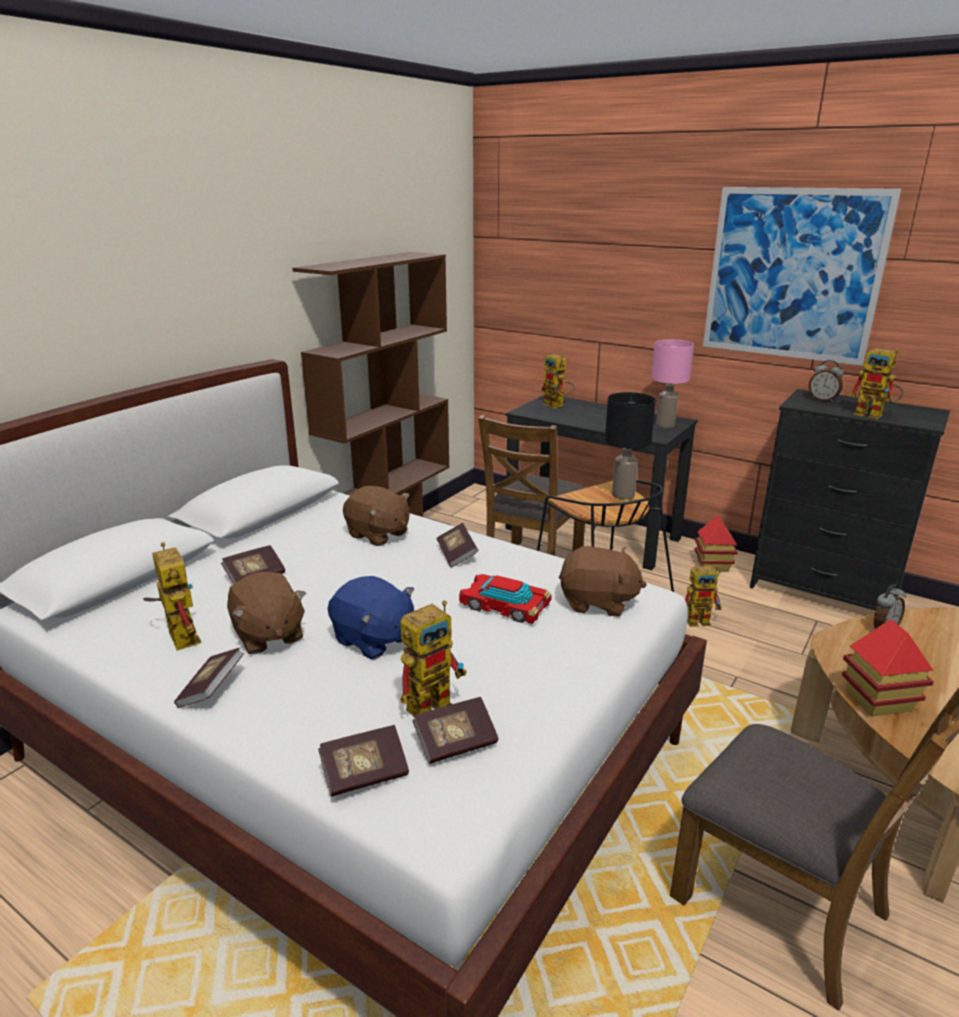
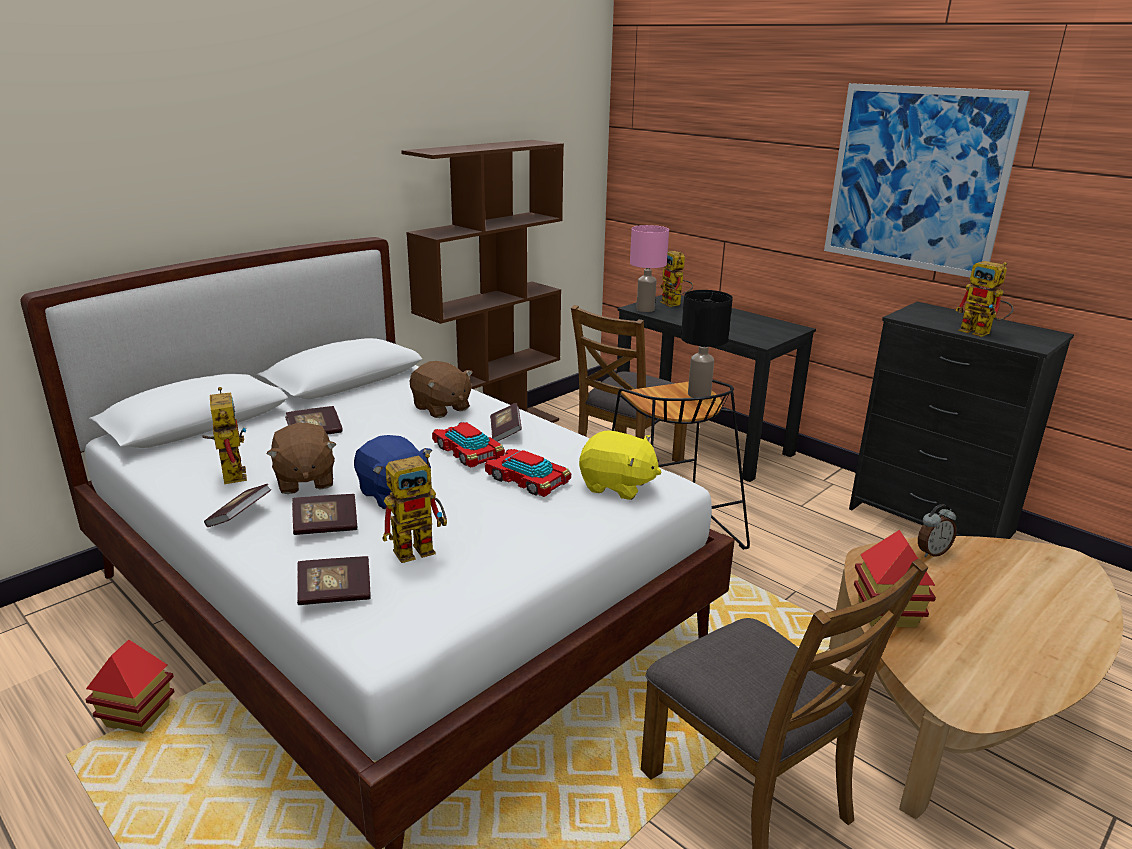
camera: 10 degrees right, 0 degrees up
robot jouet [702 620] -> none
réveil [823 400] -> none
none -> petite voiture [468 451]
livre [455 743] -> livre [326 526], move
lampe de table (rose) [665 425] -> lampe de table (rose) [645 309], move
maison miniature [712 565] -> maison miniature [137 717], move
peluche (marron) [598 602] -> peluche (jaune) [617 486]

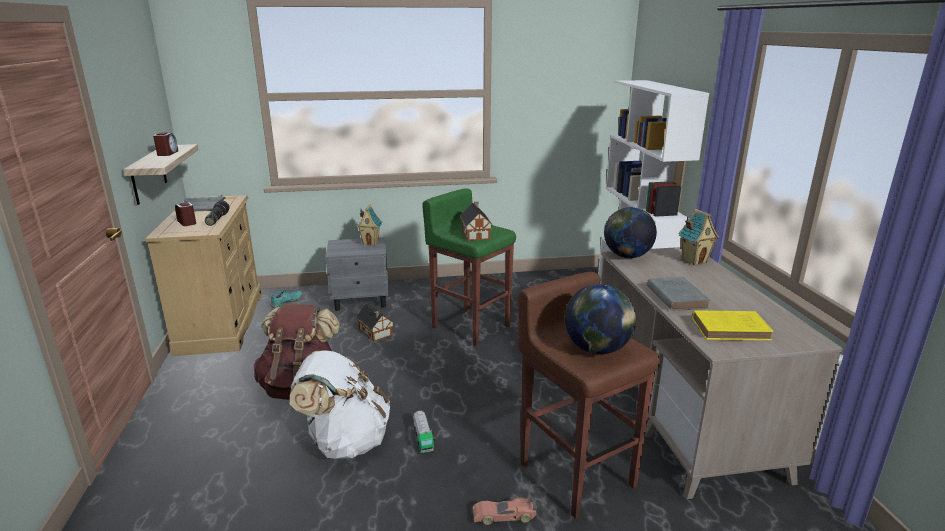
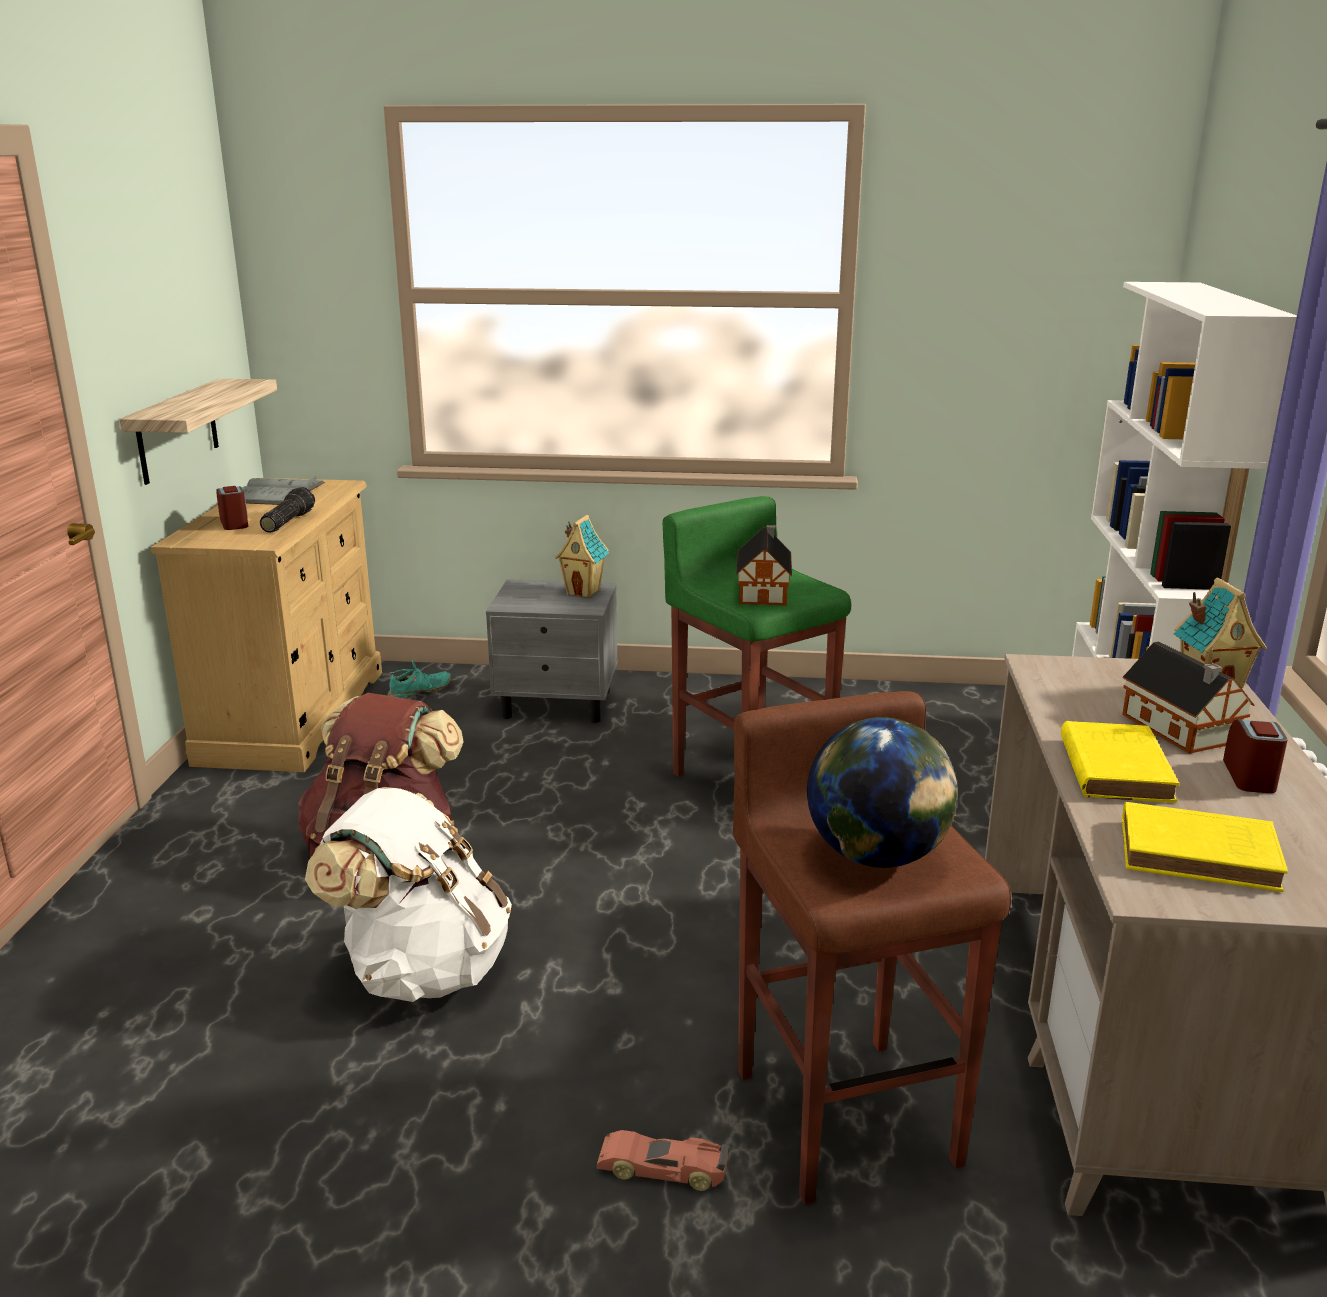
camera: 15 degrees right, 0 degrees up
camion jouet [423 438] -> none
globe [627 256] -> none
réveil [167 153] -> réveil [1250 776], move
maison miniature [375 332] -> maison miniature [1181 730], move
livre (gris) [675 296] -> livre (jaune) [1114 767]

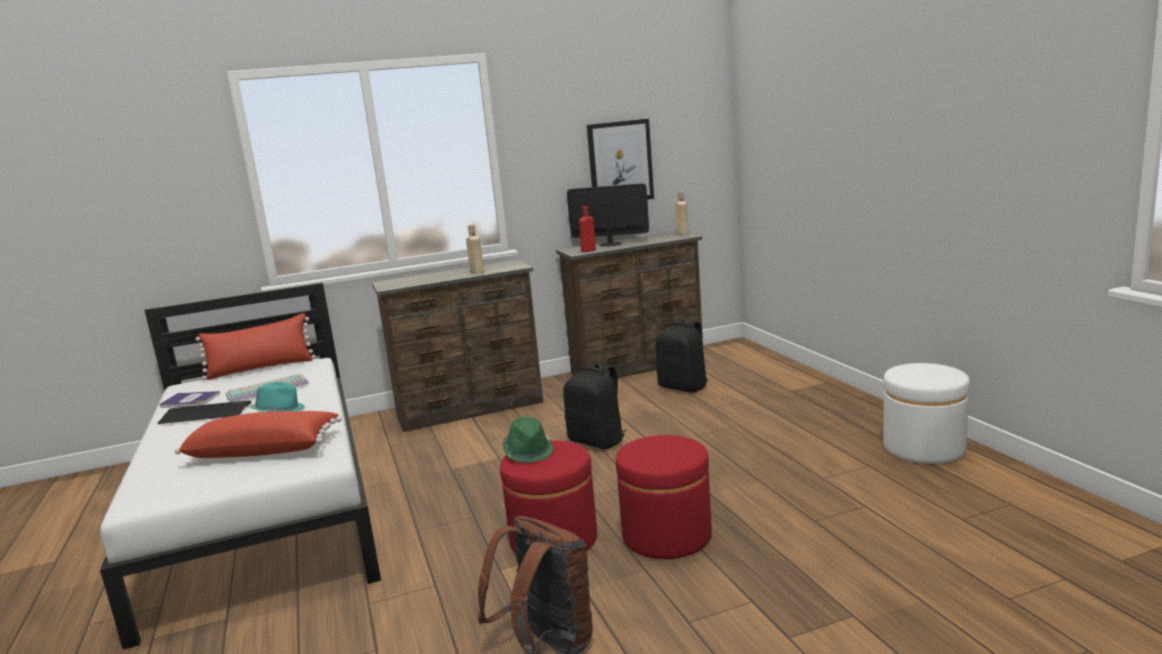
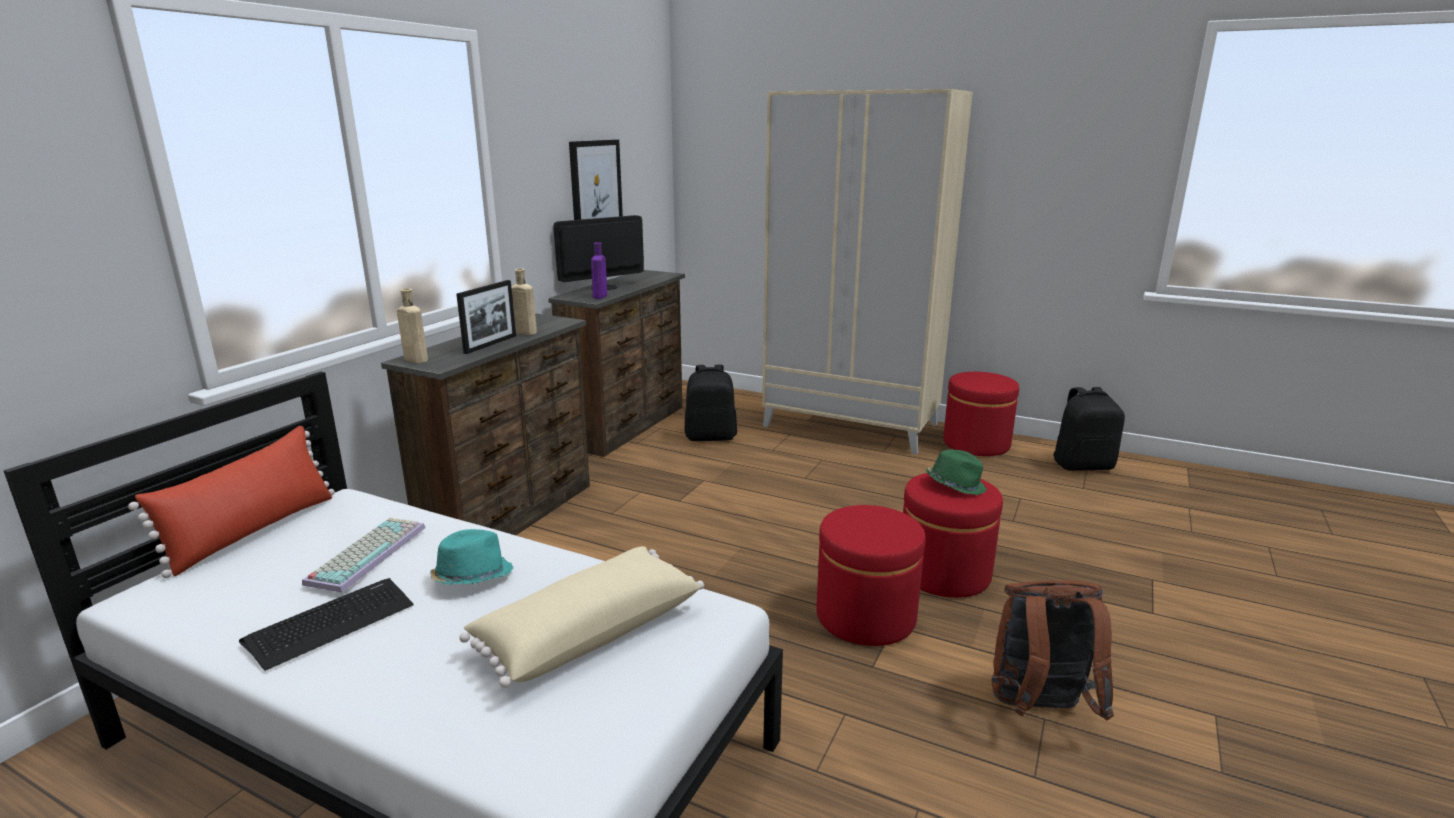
camera: 45 degrees left, 5 degrees up
livre [189 400] -> none
none -> cadre photo [490 344]
none -> armoire (beige) [851 425]
chapeau (vert) [528 452] -> chapeau (vert) [955 485], move
sac à dos (noir) [598 441] -> sac à dos (noir) [1083 465], move
bouteille (beige) [682 233] -> bouteille (beige) [414 360], move
coussin (rouge) [265 450] -> coussin (beige) [588 632]
bouteille (rouge) [587 251] -> bouteille (violet) [599 297]
pouf (blanc) [923 448] -> pouf (rouge) [976 444]

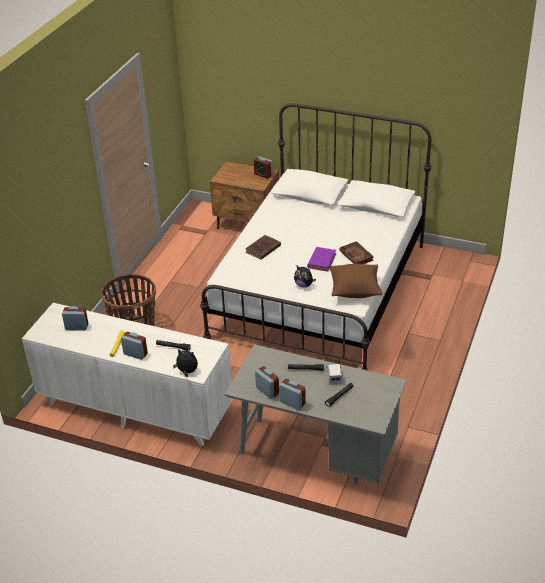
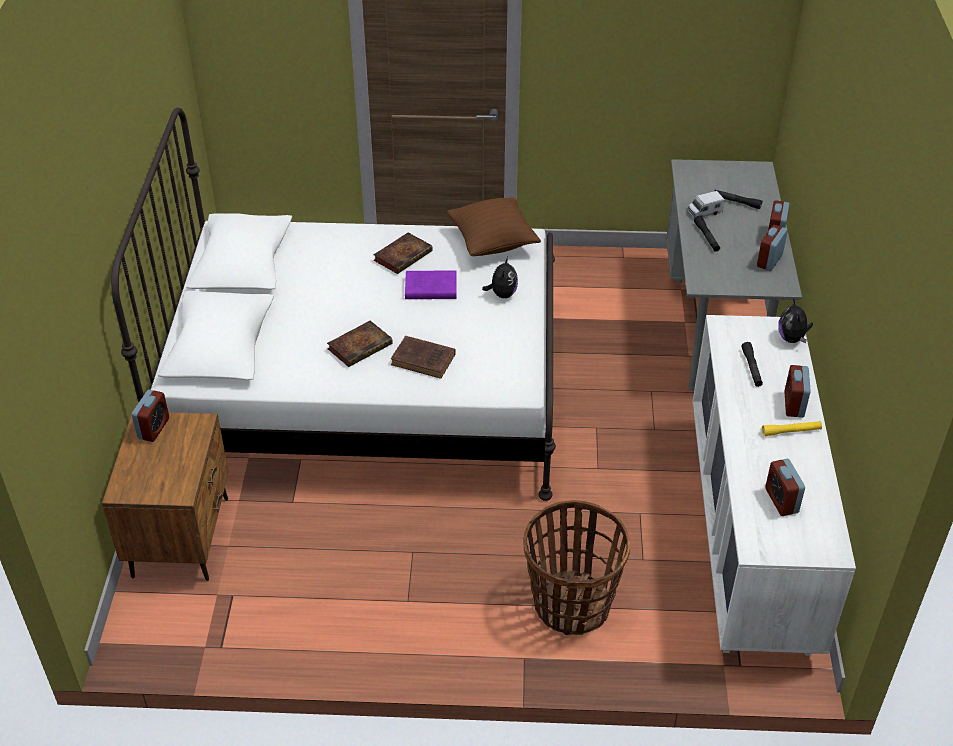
camera: 110 degrees left, 5 degrees up
none -> livre [361 346]

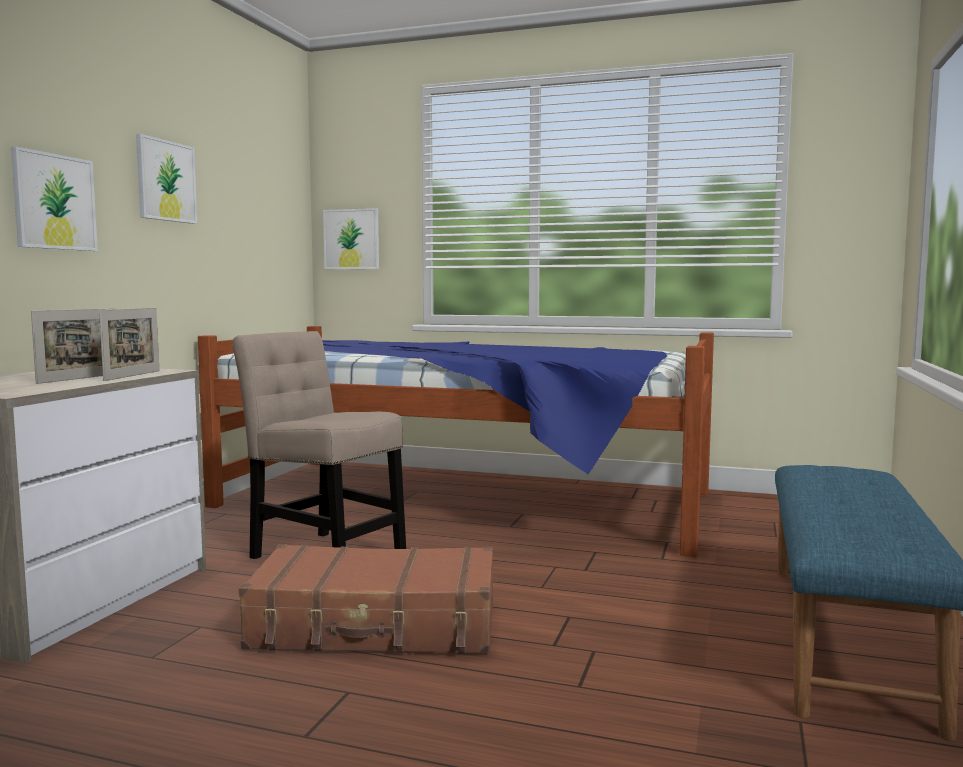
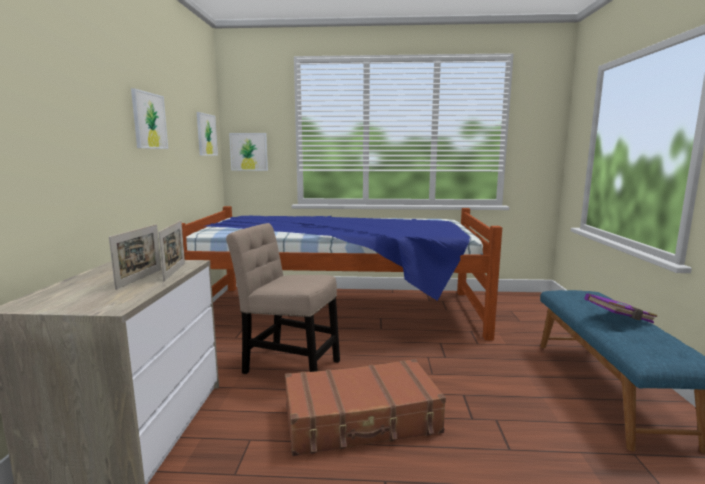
camera: 15 degrees left, 5 degrees up
none -> livre (violet) [619 319]
tableau [54 202] -> tableau [206 135], move

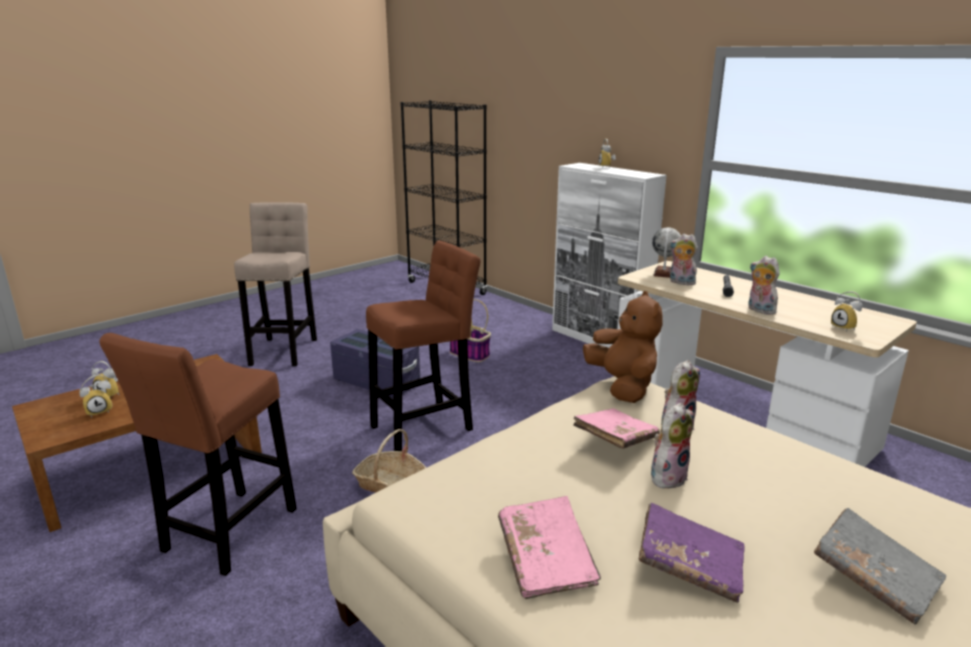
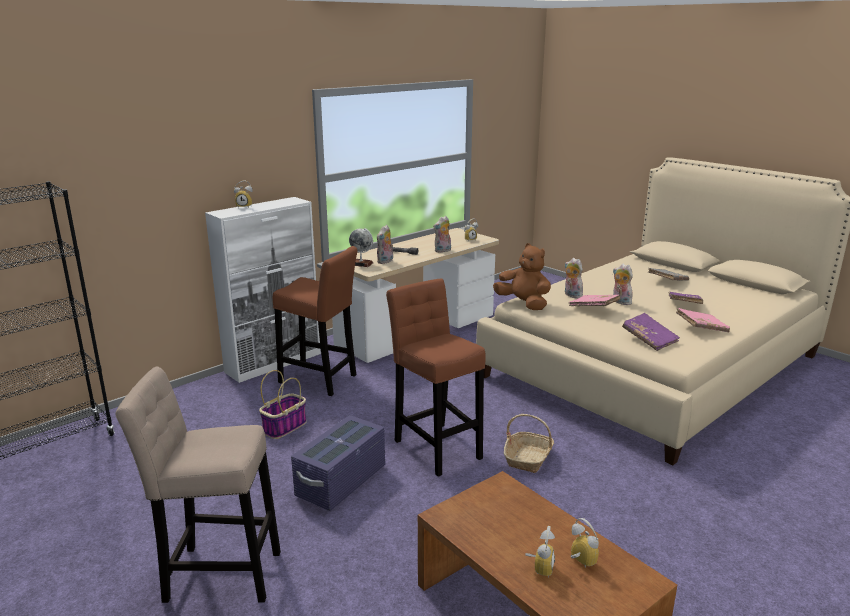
camera: 90 degrees left, 0 degrees up
none -> livre (violet) [649 339]
tabouret (marron) [226 534] -> tabouret (marron) [321 380], move
peluche (marron) [622 386] -> peluche (marron) [523 304], 60 degrees clockwise

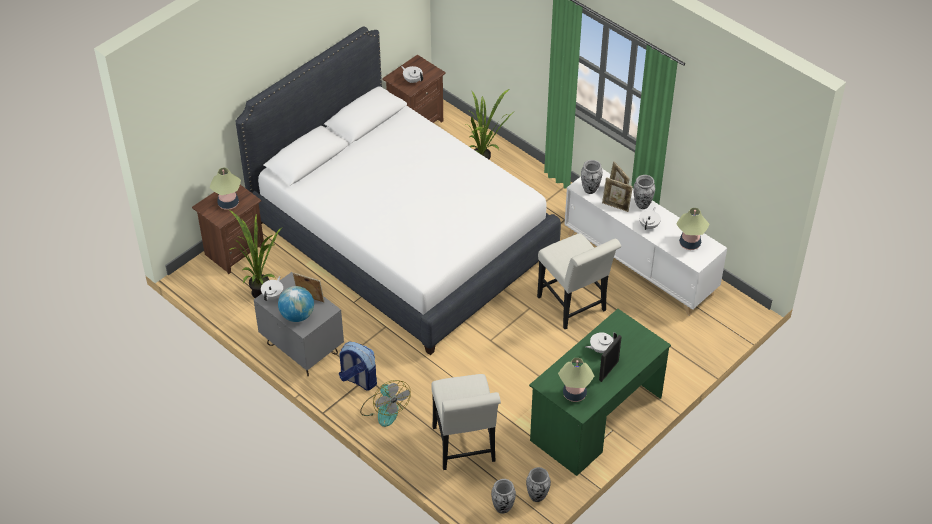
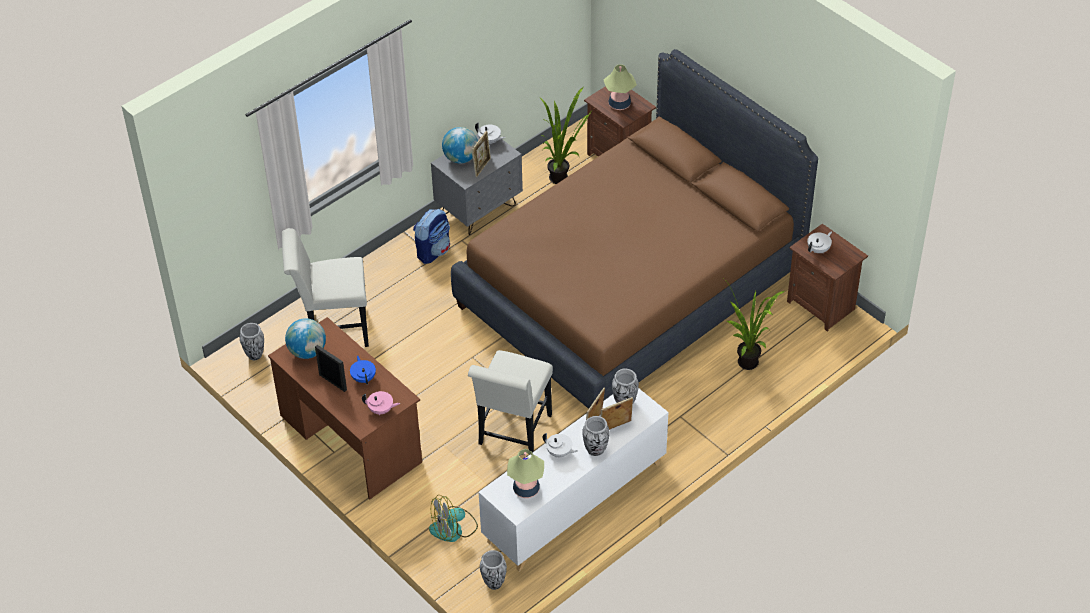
camera: 95 degrees right, 0 degrees up
none -> théière (rose) [381 410]
ventilateur [384 409] -> ventilateur [453 529], move
vase [537 496] -> vase [493 583], move
lampe de table [574 393] -> globe [307 351]
lit (blanc) [402 238] -> lit (marron) [631 289]
bureau (vert) [596 419] -> bureau (marron) [350 438]
théière (blanc) [600 349] -> théière (bleu) [364 378]
chaise (blanc) [574 307] -> chaise (blanc) [513 434], 45 degrees counterclockwise

